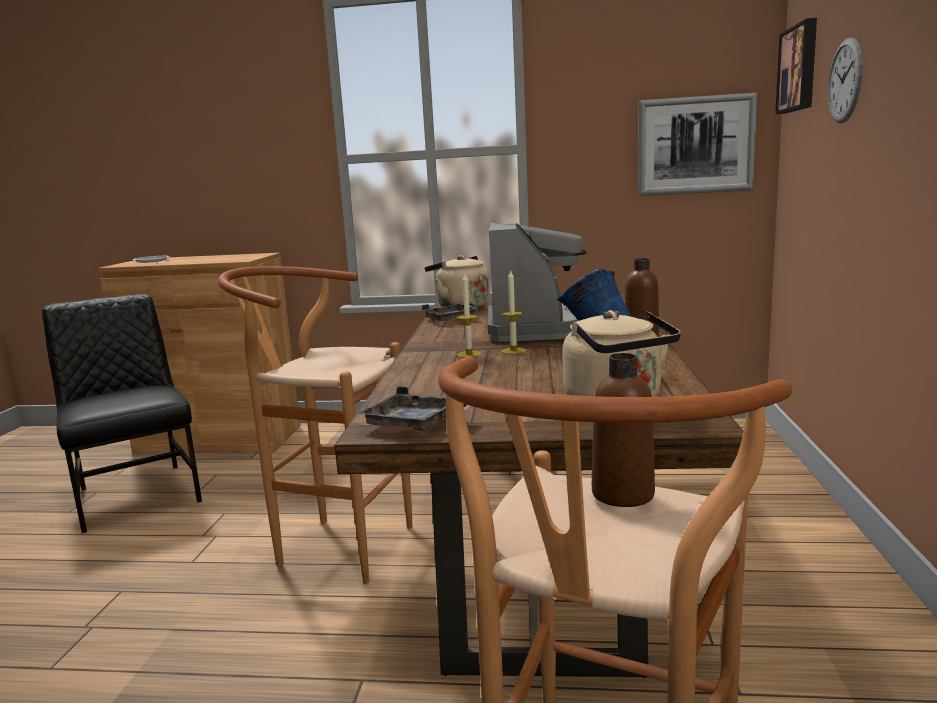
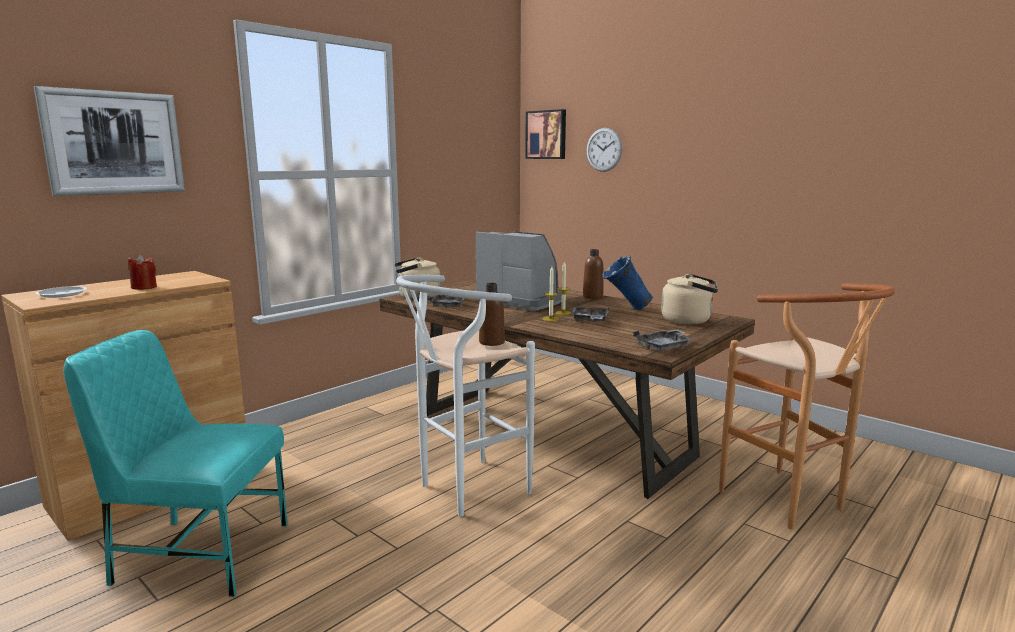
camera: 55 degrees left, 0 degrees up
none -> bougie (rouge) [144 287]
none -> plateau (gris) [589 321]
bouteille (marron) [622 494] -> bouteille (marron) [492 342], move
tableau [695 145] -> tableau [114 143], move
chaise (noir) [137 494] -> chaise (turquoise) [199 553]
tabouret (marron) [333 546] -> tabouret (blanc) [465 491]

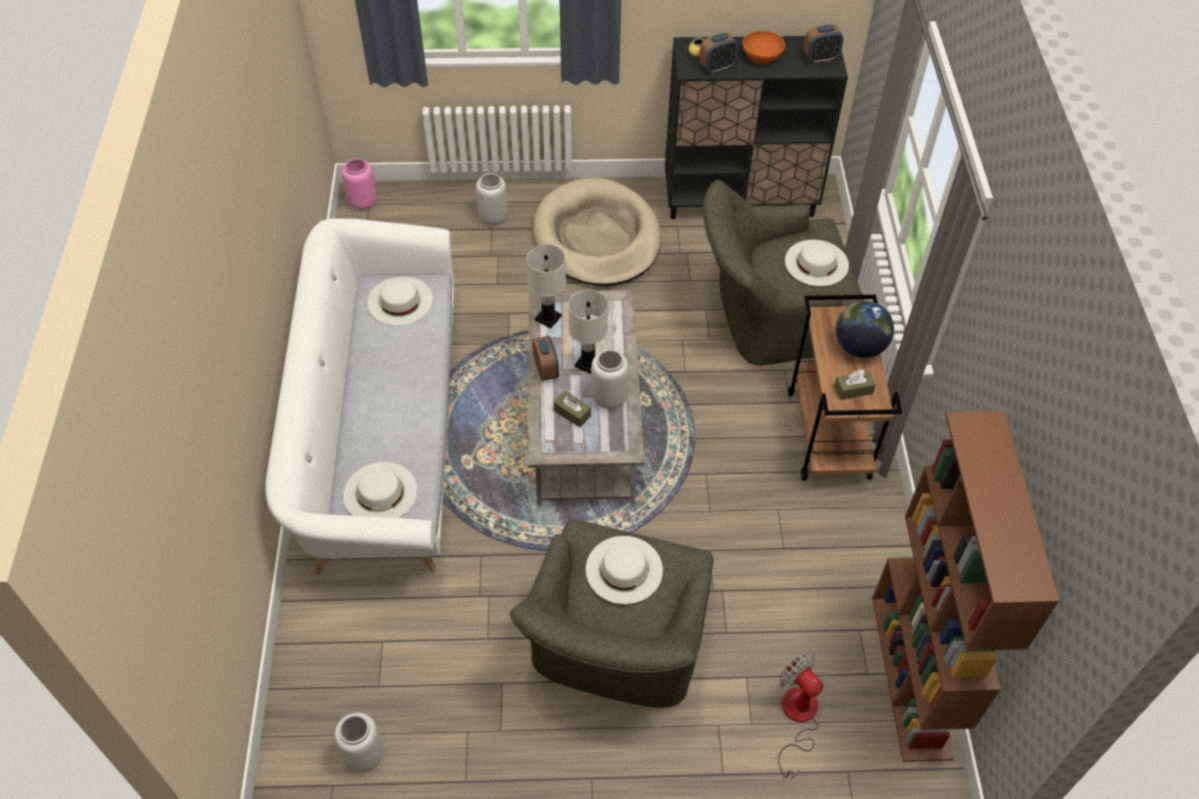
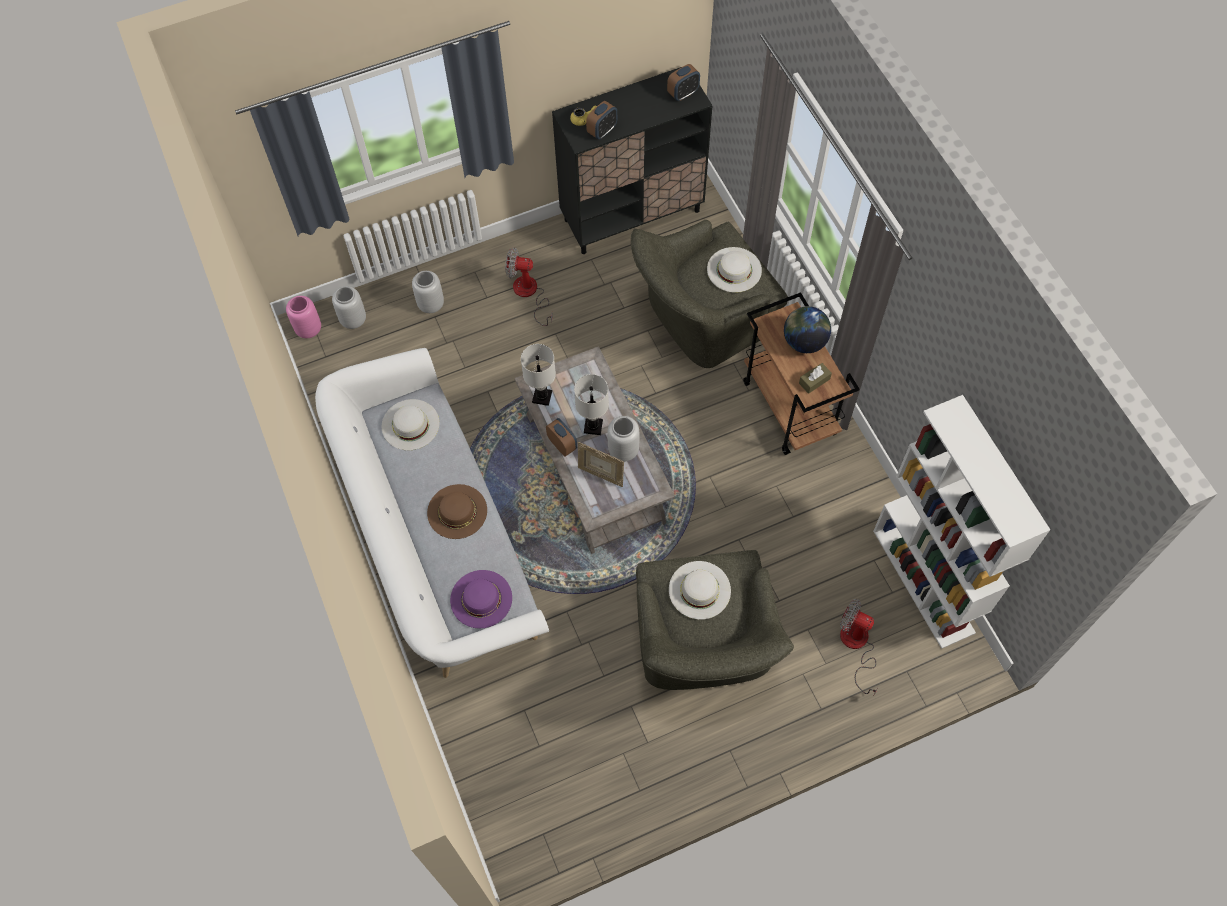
camera: 20 degrees left, 10 degrees up
bol (orange) [761 56] -> none
none -> chapeau (marron) [457 511]
vase (gris) [363 755] -> vase (gris) [353 320], move
panier pour chien (beige) [597 238] -> ventilateur [529 294]
boîte à mouchoirs (marron) [572 413] -> cadre photo [600 475]
chapeau (blanc) [380 492] -> chapeau (violet) [481 599]
bibliothèque (marron) [912 676] -> bibliothèque (blanc) [924 581]

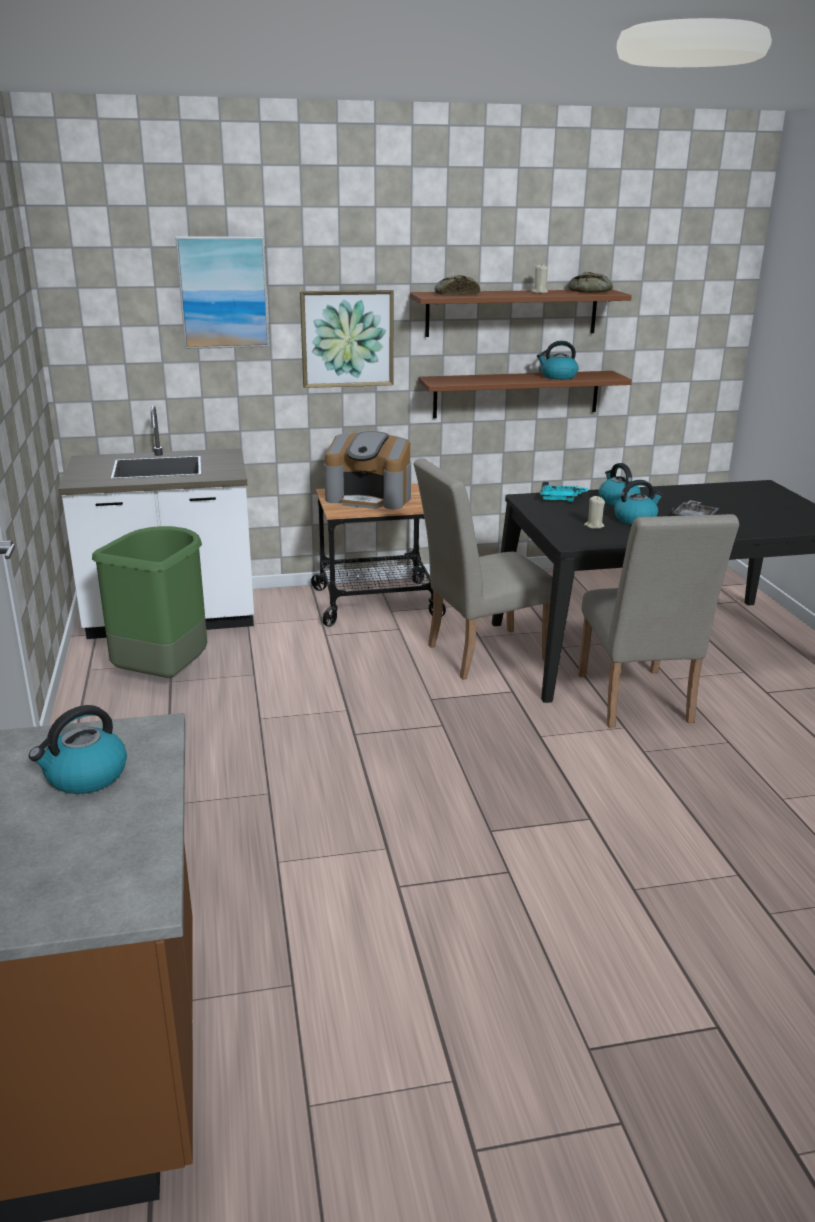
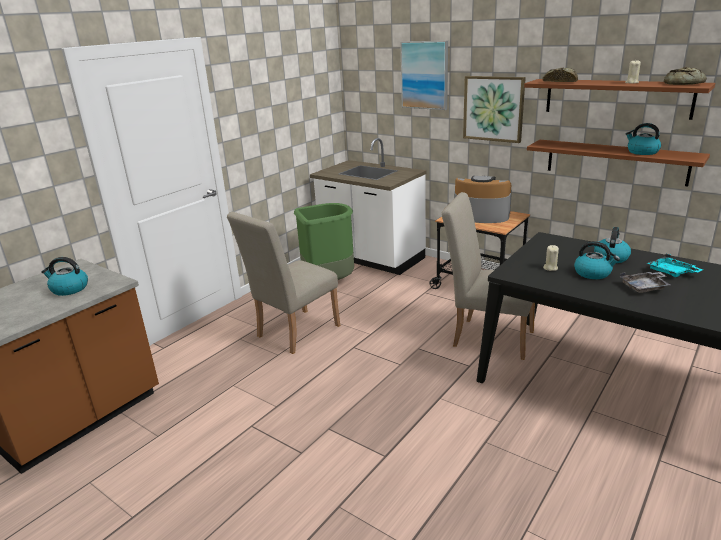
camera: 50 degrees right, 0 degrees up
plateau (turquoise) [561 499] -> plateau (turquoise) [671 272], move
chaise (beige) [636 703] -> chaise (beige) [293 333], move
machine à café [370 498] -> machine à café [481 215], 135 degrees clockwise

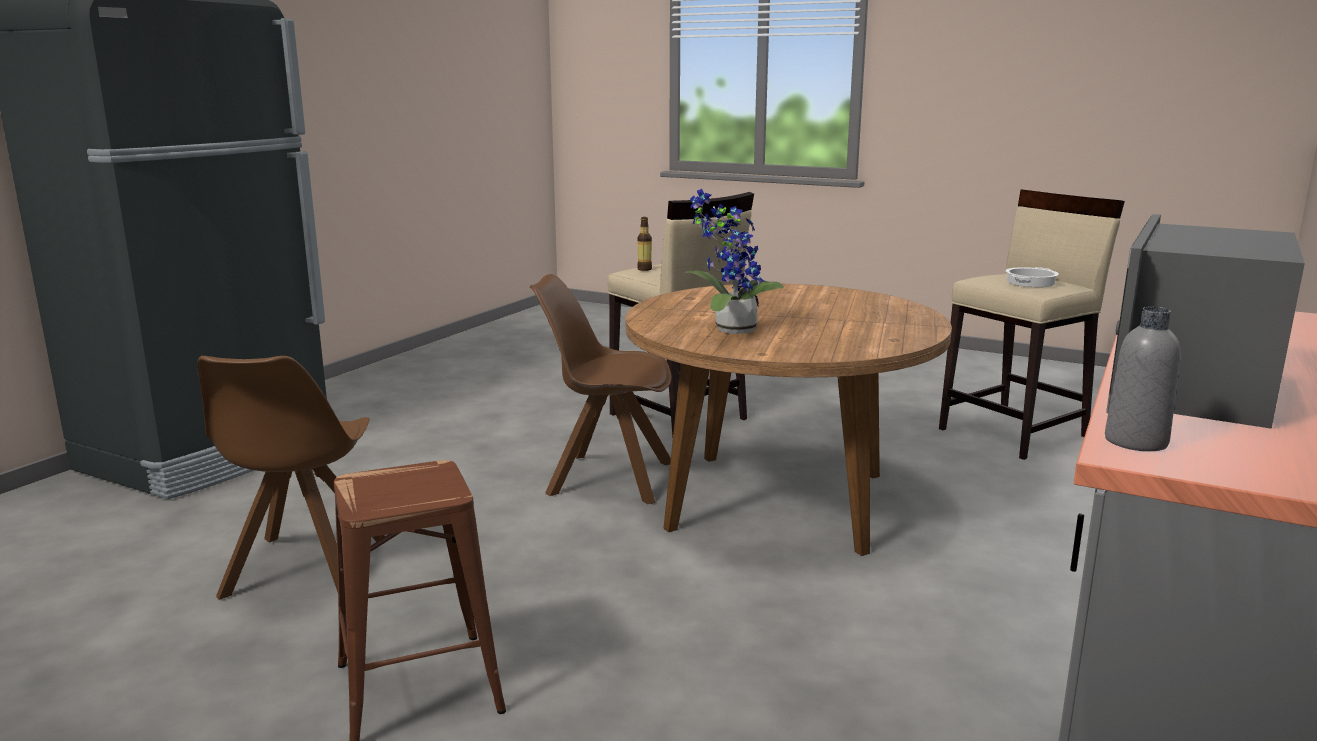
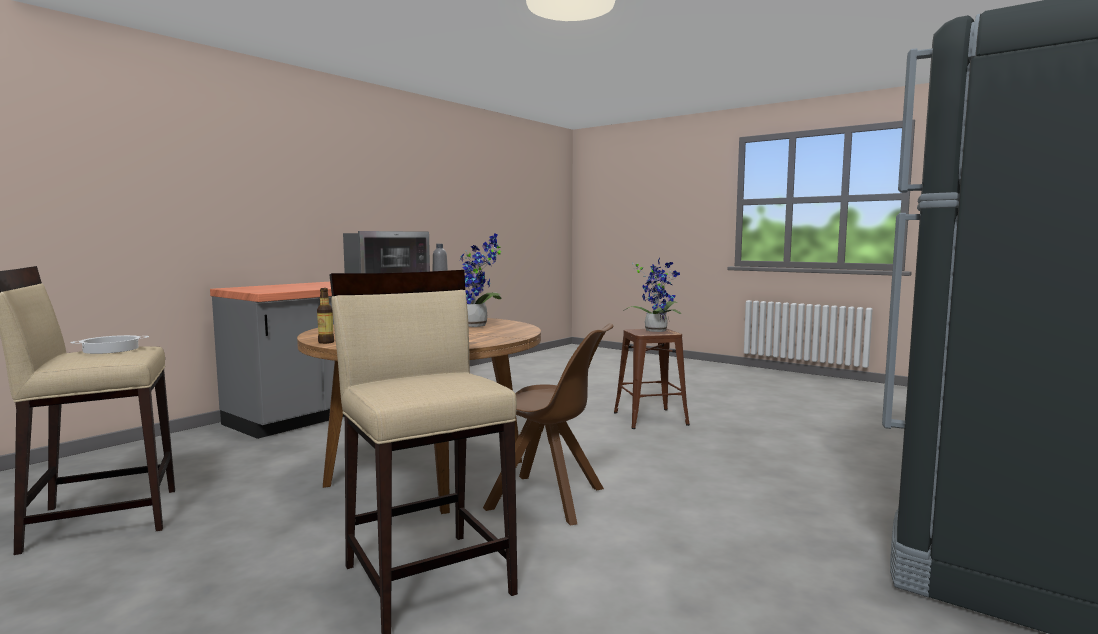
camera: 170 degrees left, 10 degrees down
chaise (marron) [304 569] -> none
none -> plante en pot [656 330]
bouteille [644 269] -> bouteille [326 342], move

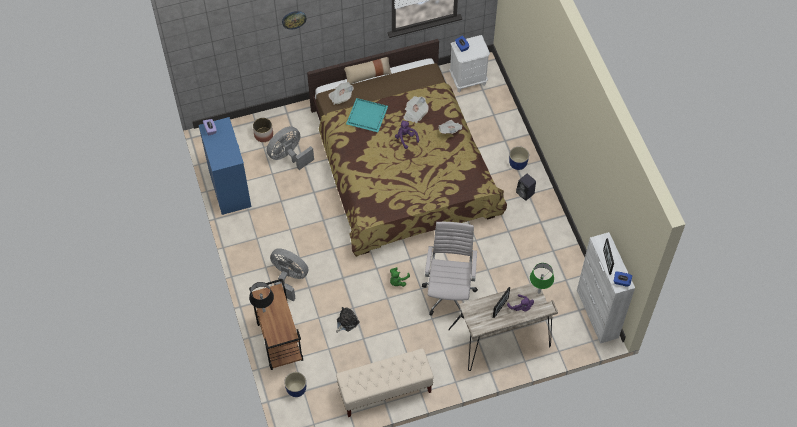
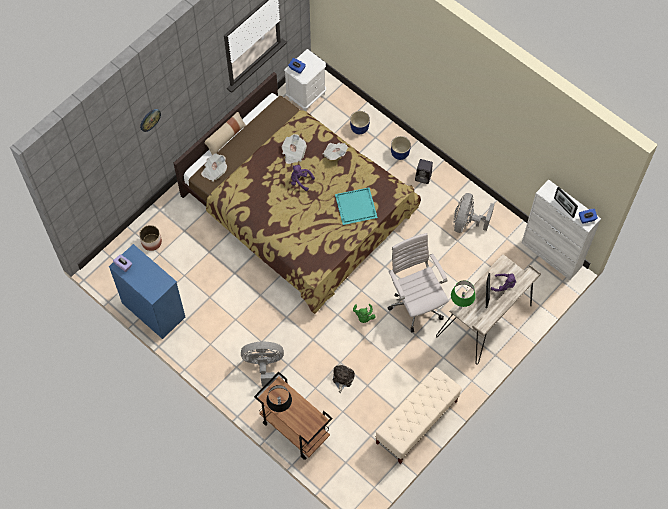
camera: 30 degrees left, 5 degrees up
ventilateur (gris) [289 156] -> ventilateur (gris) [467 222], move
cache-pot (bleu) [296 389] -> cache-pot (bleu) [359 128], move
plateau (turquoise) [367 116] -> plateau (turquoise) [357 207], move
lampe de table (vert) [539 292] -> lampe de table (vert) [460 307], move

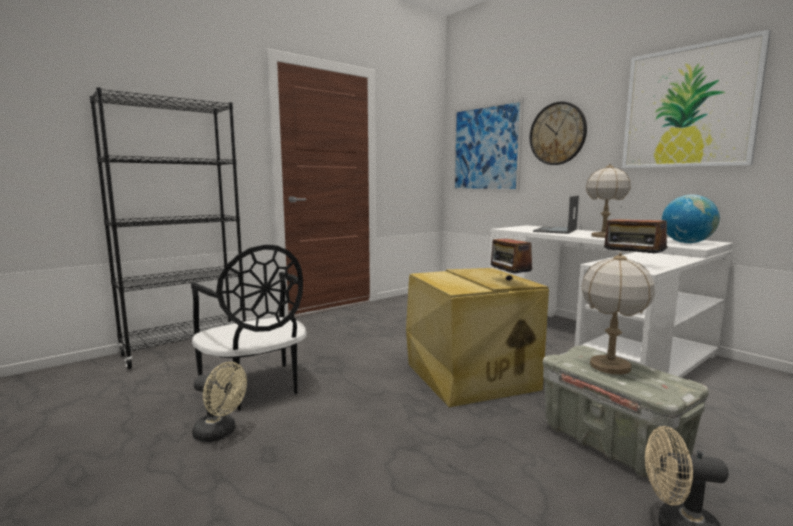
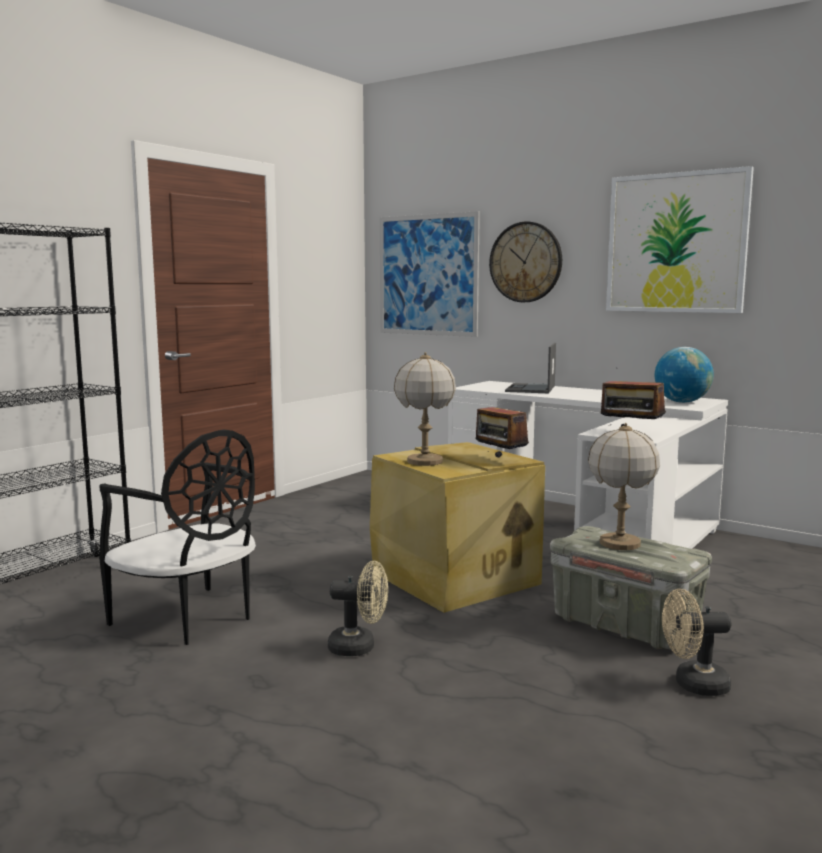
camera: 15 degrees left, 0 degrees up
ventilateur (beige) [220 433] -> ventilateur (beige) [359 647], move
lampe de table [603 236] -> lampe de table [424 461], move

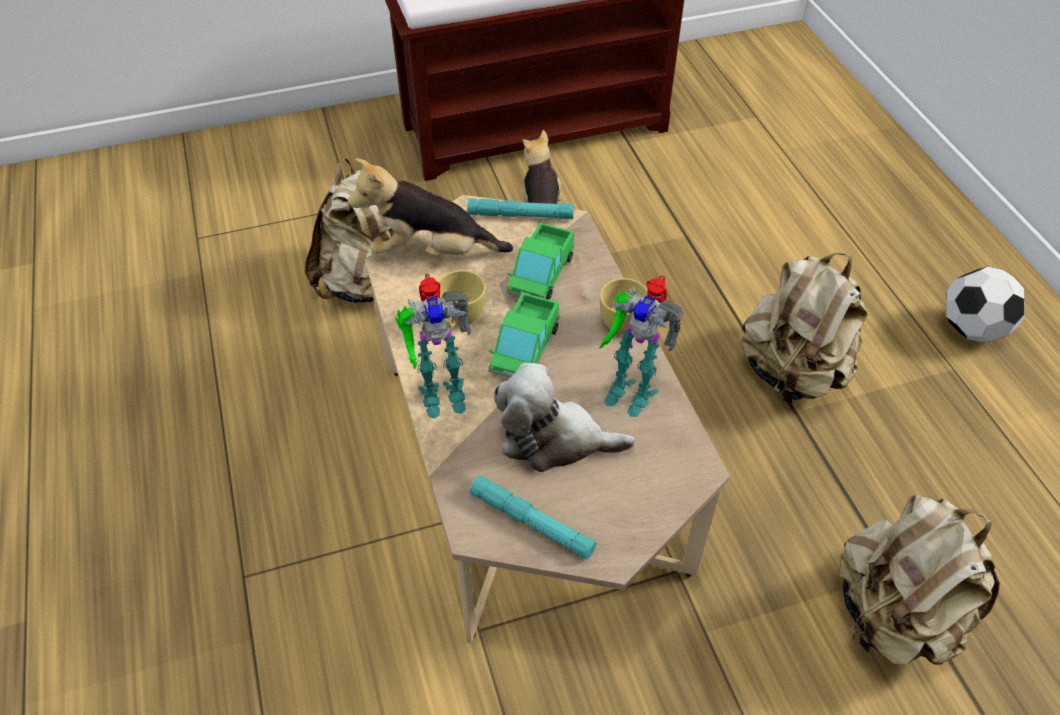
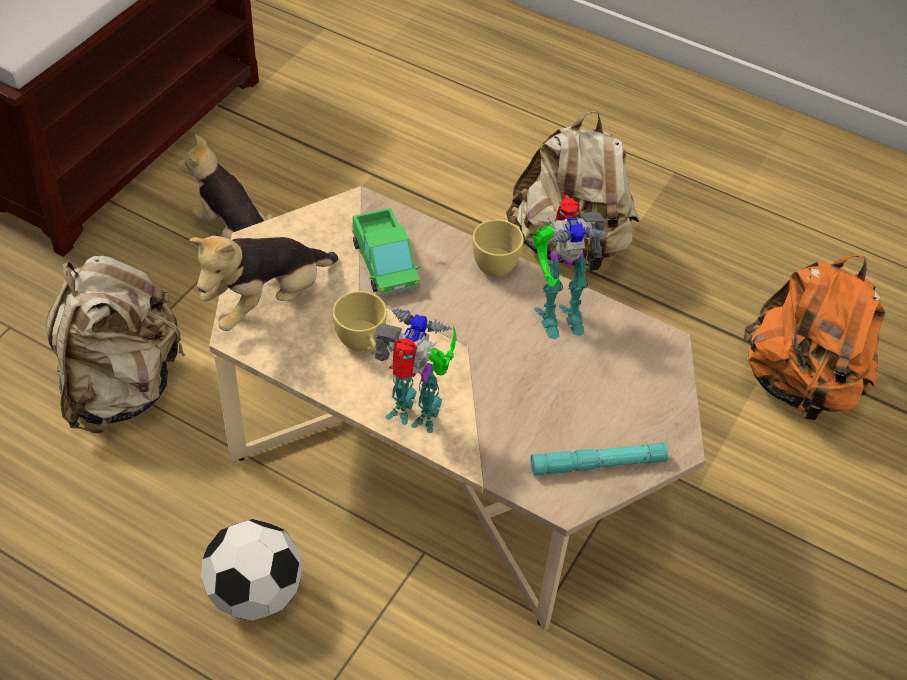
camera: 45 degrees left, 0 degrees up
lampe de poche (turquoise) [520 215] -> none
camion jouet [525 348] -> none
peluche [554 439] -> none
ballon de foot [971 329] -> ballon de foot [255 593], move
sac à dos (beige) [894 615] -> sac à dos (orange) [800 384]
robot jouet [440 392] -> robot jouet [416 416], 105 degrees counterclockwise

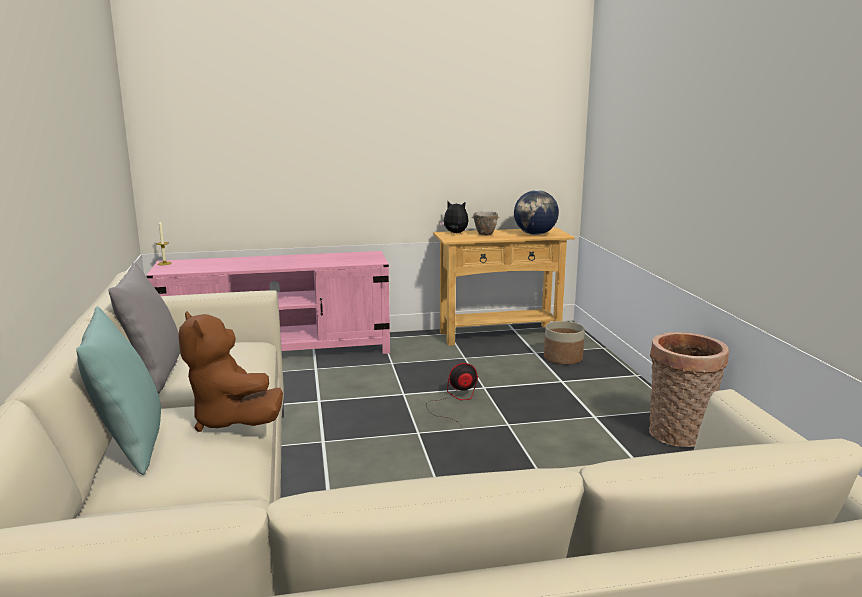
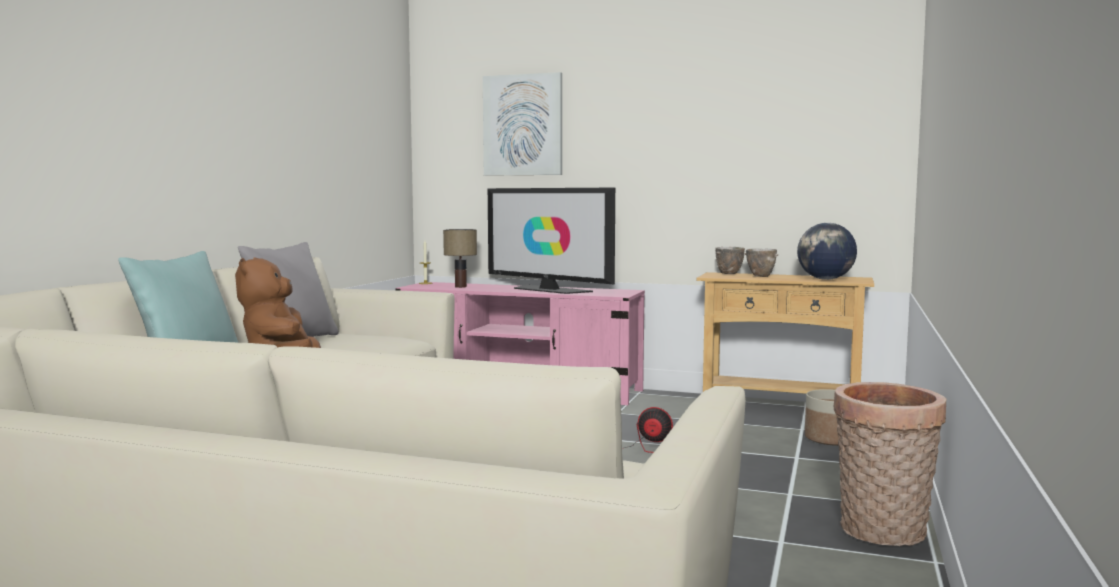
camera: 30 degrees right, 10 degrees down
none -> lampe de table [461 287]
none -> tableau [523 125]
none -> téléviseur [549 290]
peluche [455 233] -> bol [728 274]

